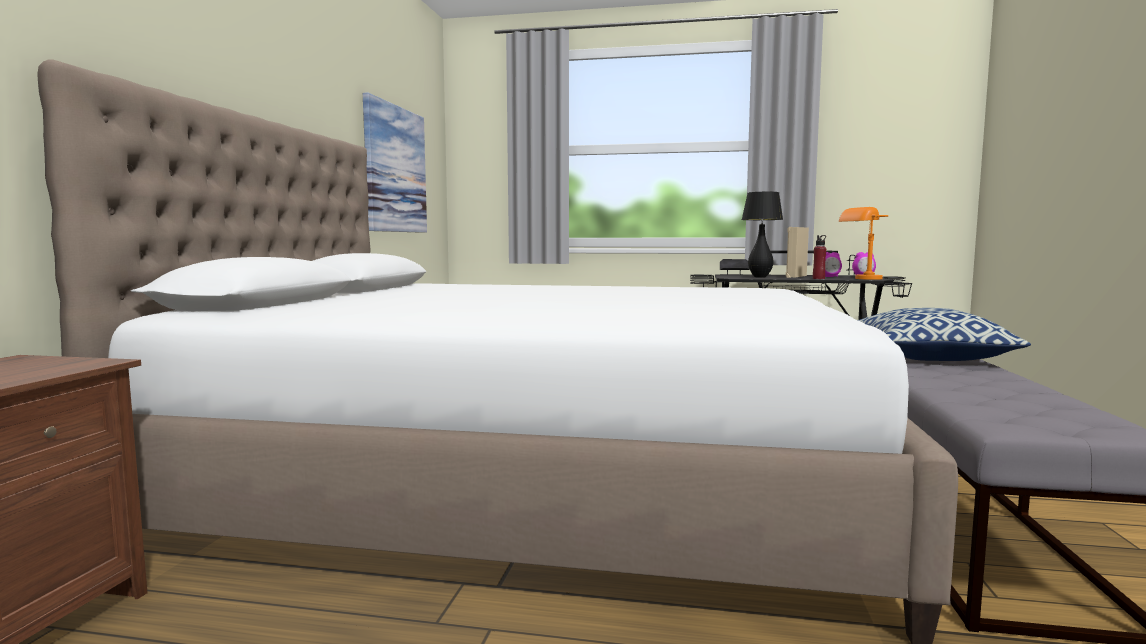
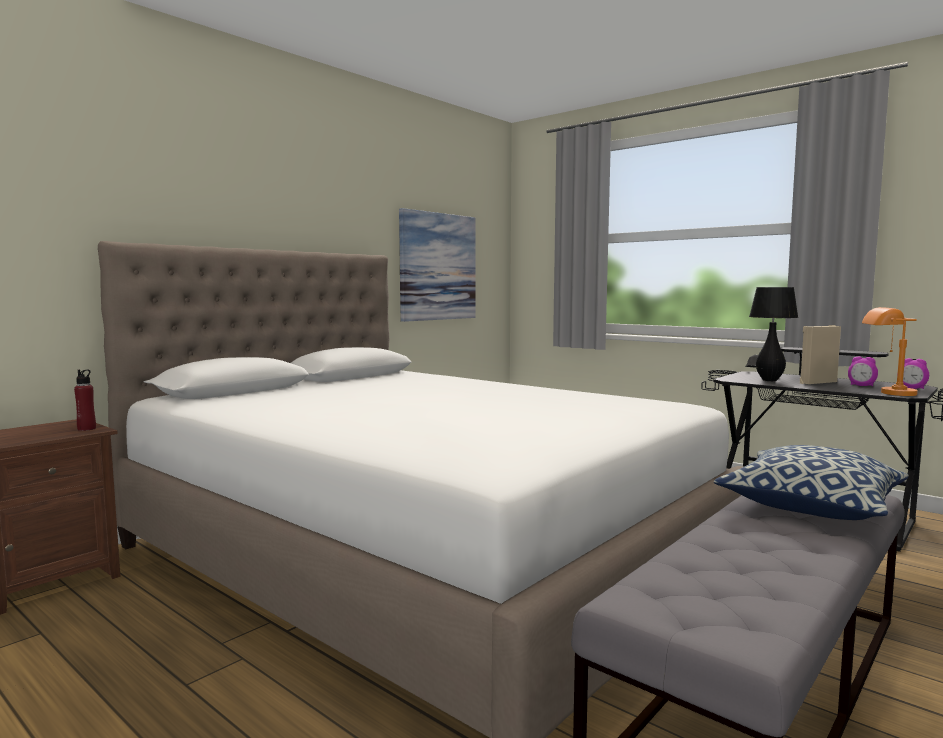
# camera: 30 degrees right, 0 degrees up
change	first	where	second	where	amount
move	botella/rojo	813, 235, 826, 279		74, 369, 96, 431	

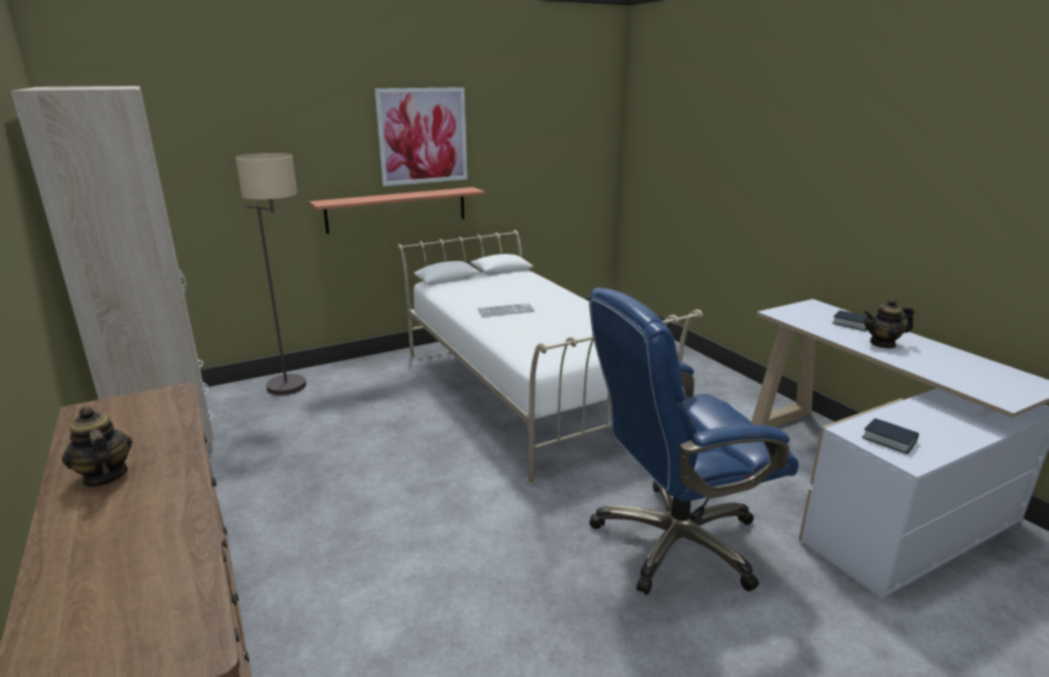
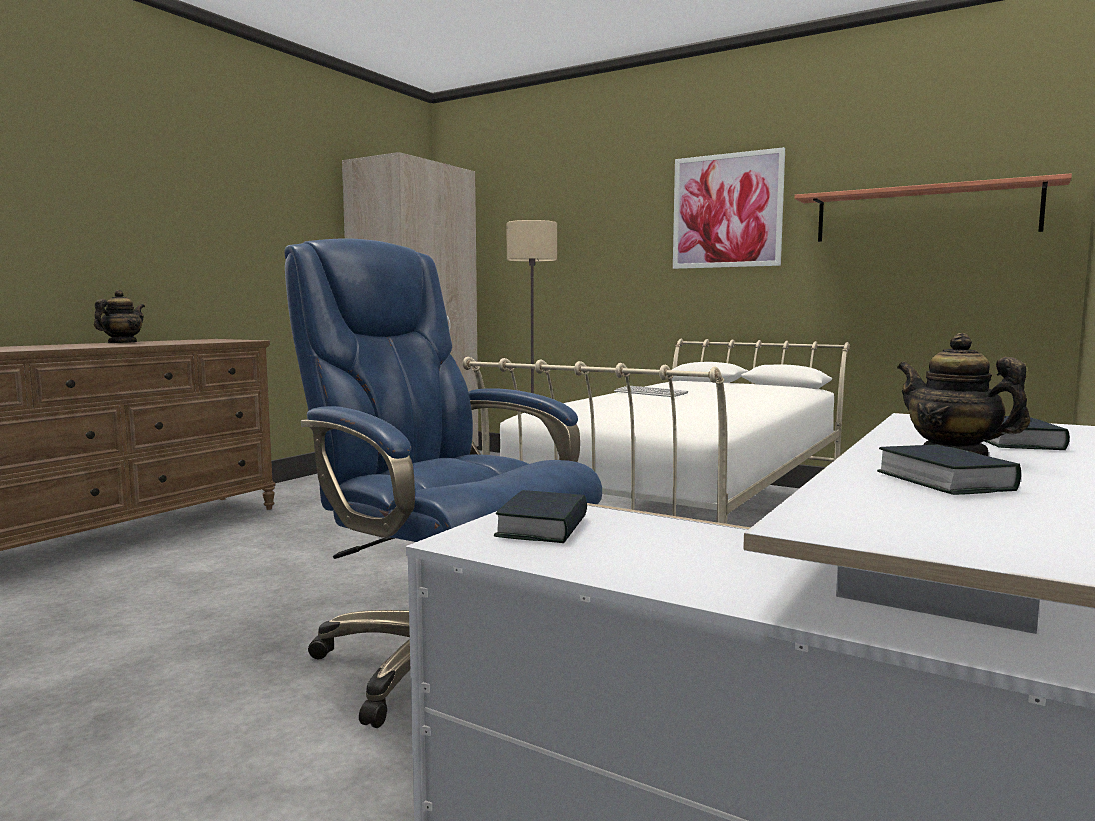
# camera: 60 degrees right, 15 degrees down
change	first	where	second	where	amount
move	estante	309, 187, 485, 234		794, 173, 1072, 242	
insert			libro	877, 445, 1021, 495	

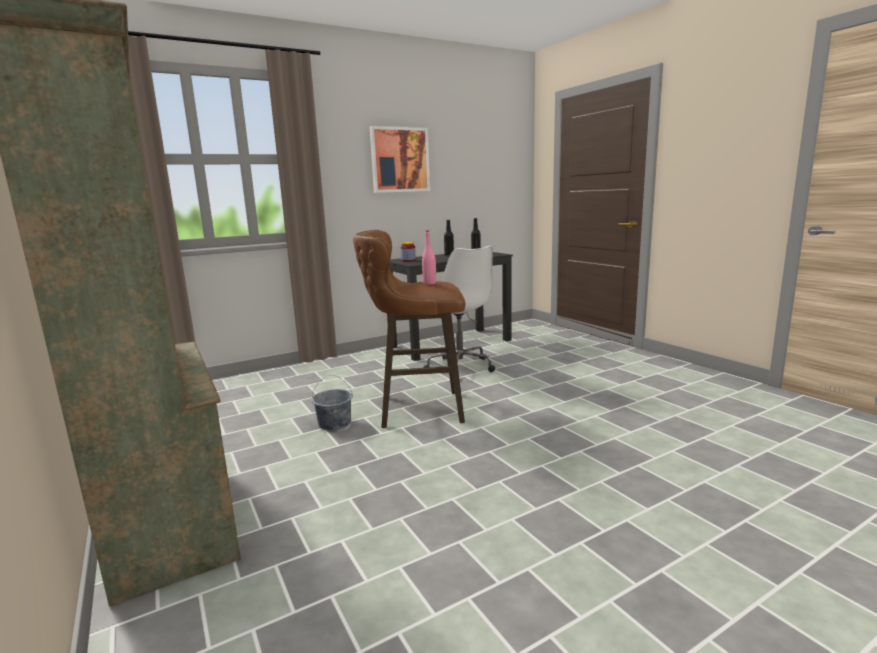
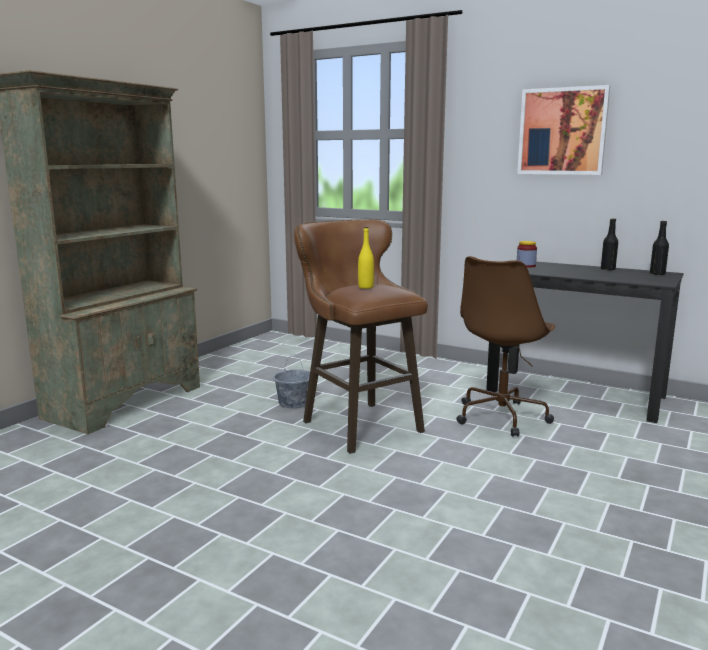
# camera: 60 degrees right, 0 degrees up
change	first	where	second	where	amount
recolor	botella/rosa	422, 230, 436, 285	botella/amarillo	358, 227, 374, 289	
recolor	silla de oficina/blanco	423, 246, 496, 372	silla de oficina/marrón	456, 256, 555, 437	

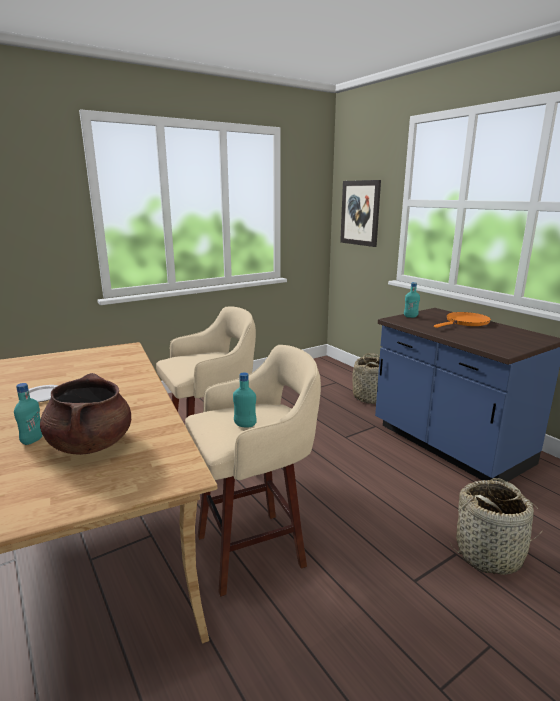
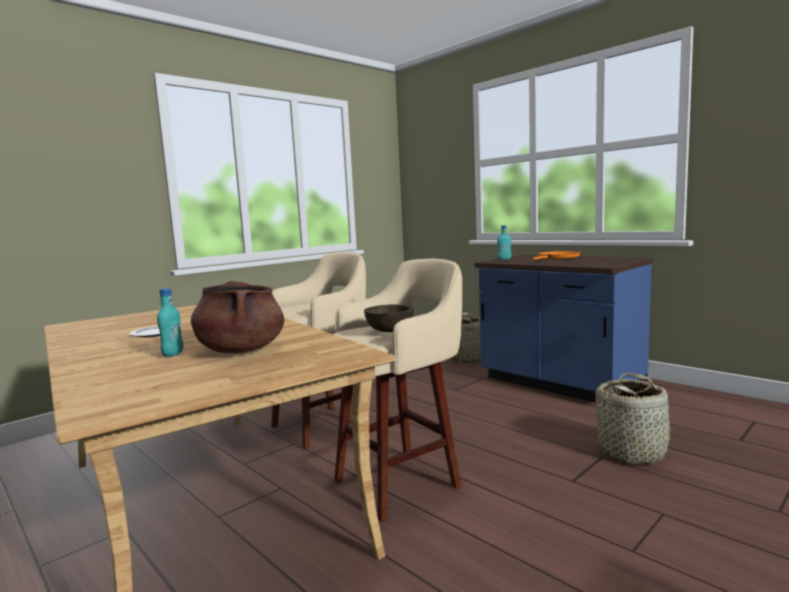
# camera: 10 degrees left, 10 degrees down
change	first	where	second	where	amount
delete	cuadro	340, 180, 381, 247			
replace	botella/turquesa	233, 372, 257, 428	cuenco/marrón	364, 304, 414, 332	

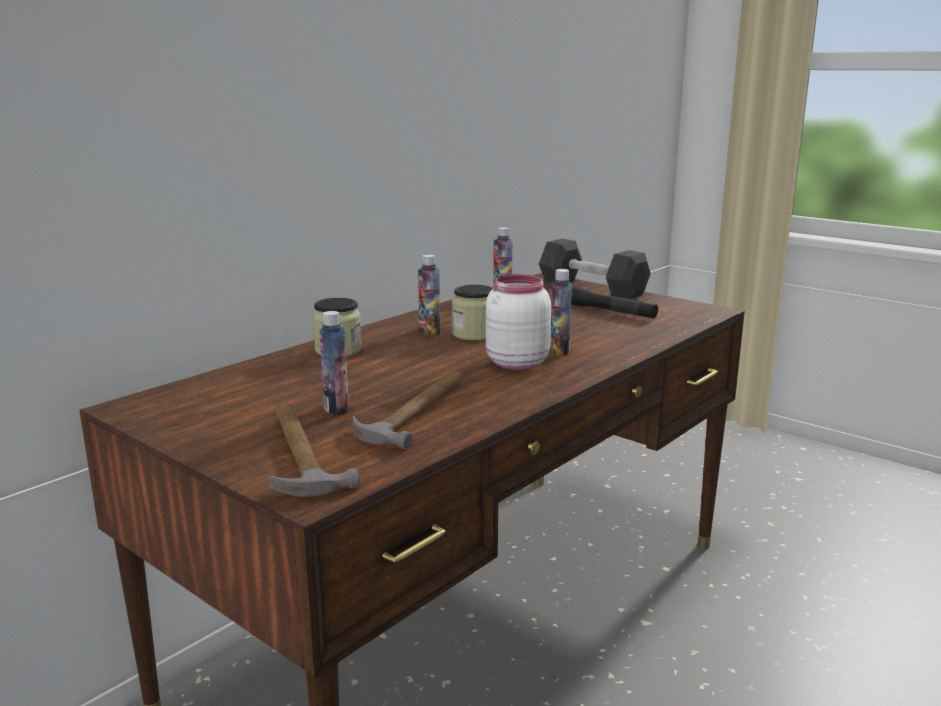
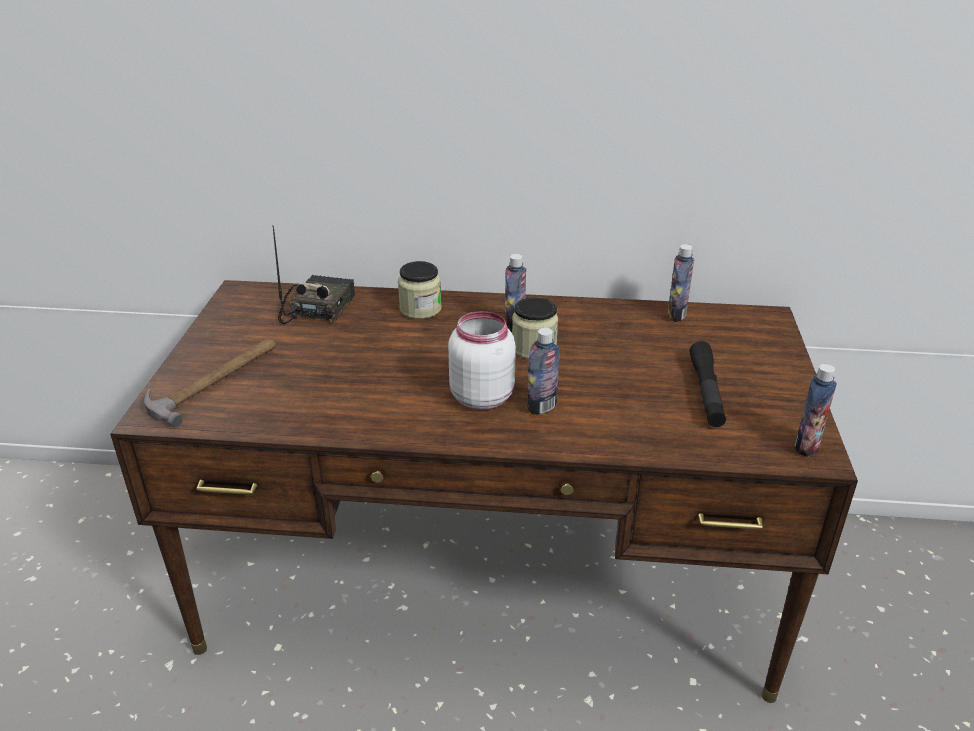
# camera: 55 degrees right, 15 degrees up
change	first	where	second	where	amount
delete	mancuerna/gris	539, 239, 651, 299			
move	botella	319, 311, 349, 415		795, 364, 837, 457	
delete	martillo	353, 370, 464, 449			
insert			radio	273, 225, 355, 324	

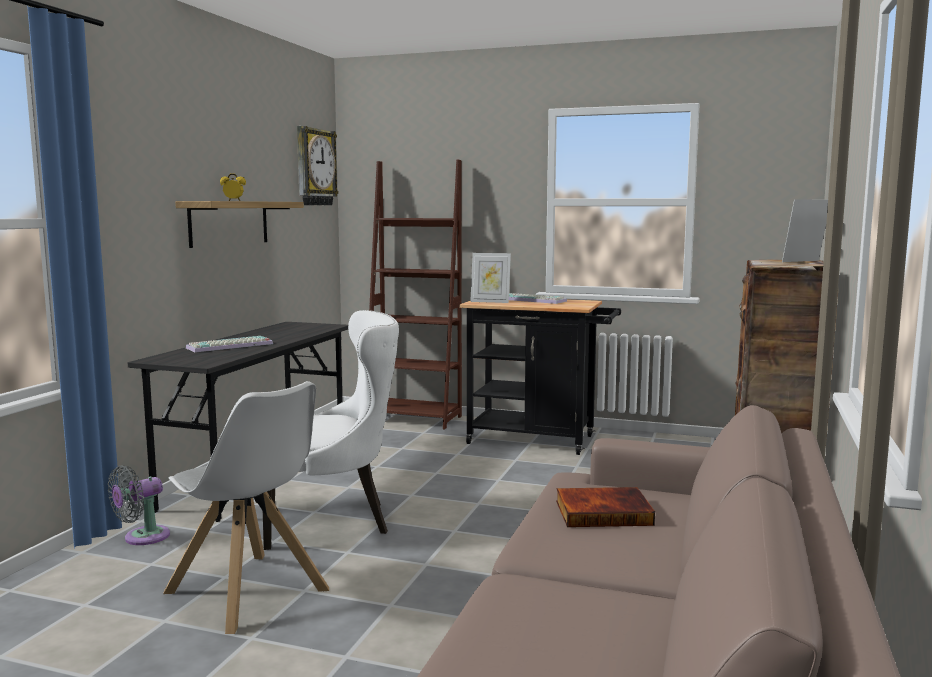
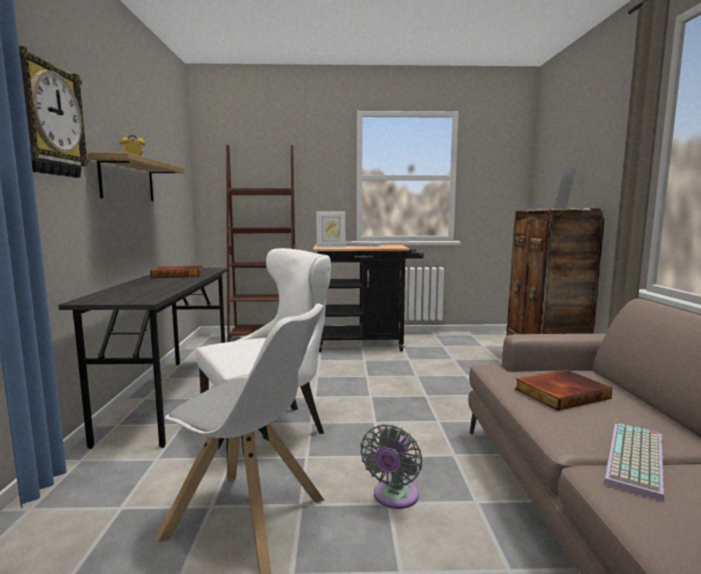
# camera: 20 degrees left, 0 degrees up
change	first	where	second	where	amount
move	reloj de pared	297, 126, 339, 205		19, 46, 89, 178	
move	teclado	186, 336, 273, 353		603, 423, 664, 502	
move	ventilador/gris	108, 466, 170, 545		360, 424, 422, 509	
insert			libro	150, 265, 203, 278	

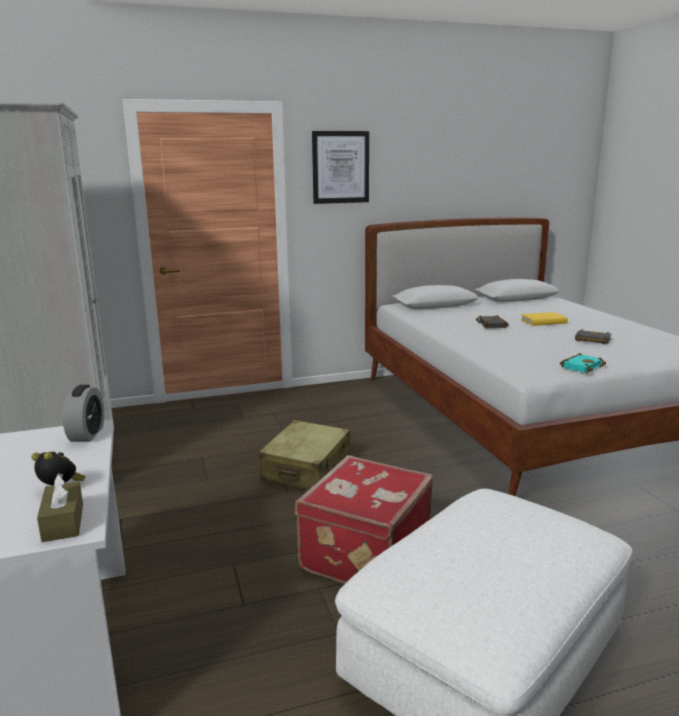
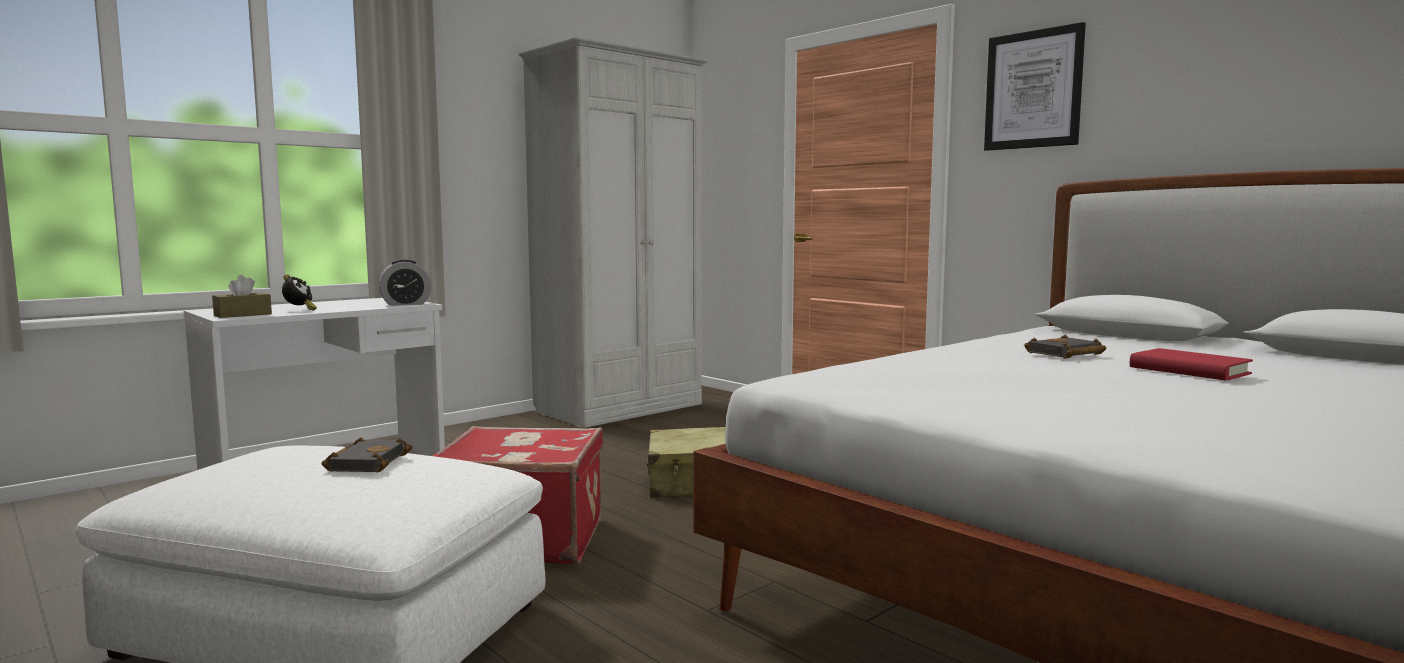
# camera: 65 degrees right, 10 degrees down
change	first	where	second	where	amount
recolor	libro/amarillo	520, 312, 568, 326	libro/rojo	1130, 348, 1253, 380	
move	libro/negro	575, 329, 611, 344		321, 438, 412, 473	
delete	libro/turquesa	560, 353, 606, 373			

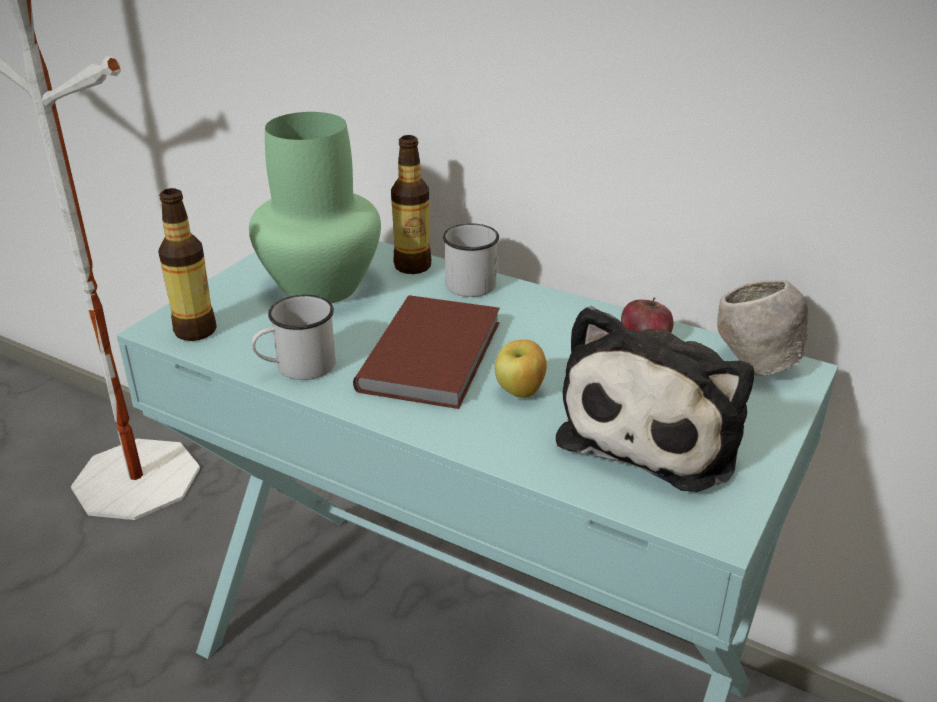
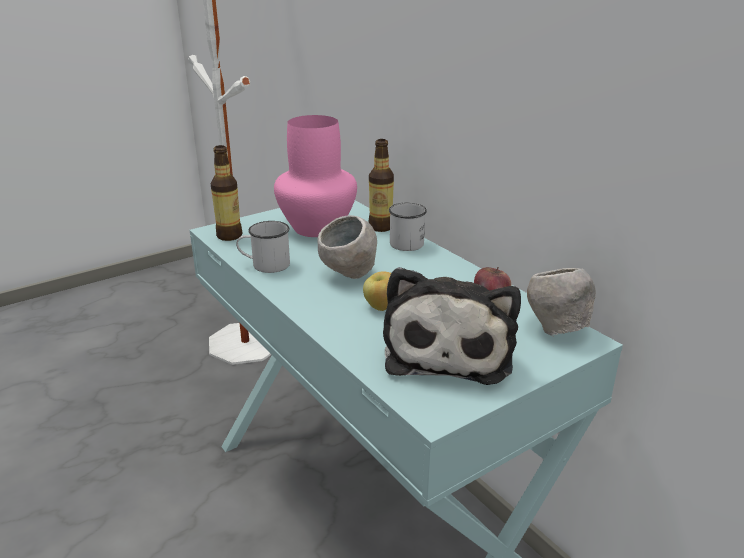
# camera: 25 degrees right, 5 degrees down
change	first	where	second	where	amount
recolor	florero/verde	249, 112, 381, 303	florero/rosa	274, 115, 357, 237	
replace	libro/marrón	353, 295, 500, 409	cuenco/gris	317, 215, 377, 279	
rotate	peluche	556, 306, 754, 492		383, 267, 521, 385	45 degrees counterclockwise

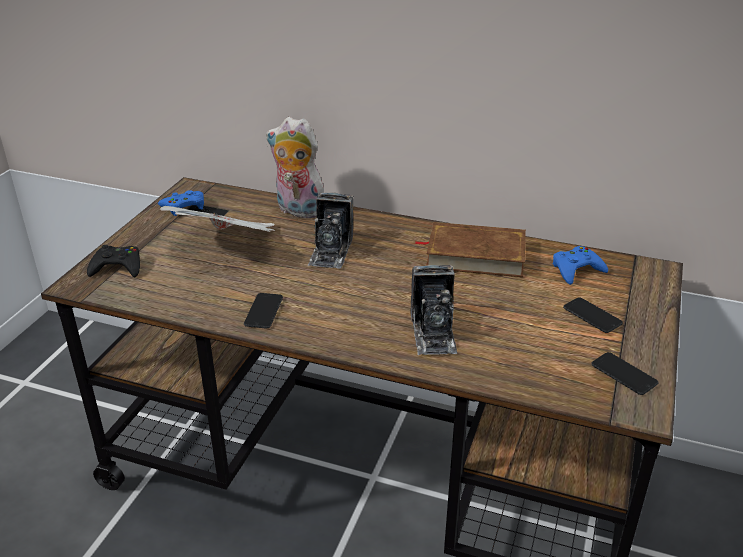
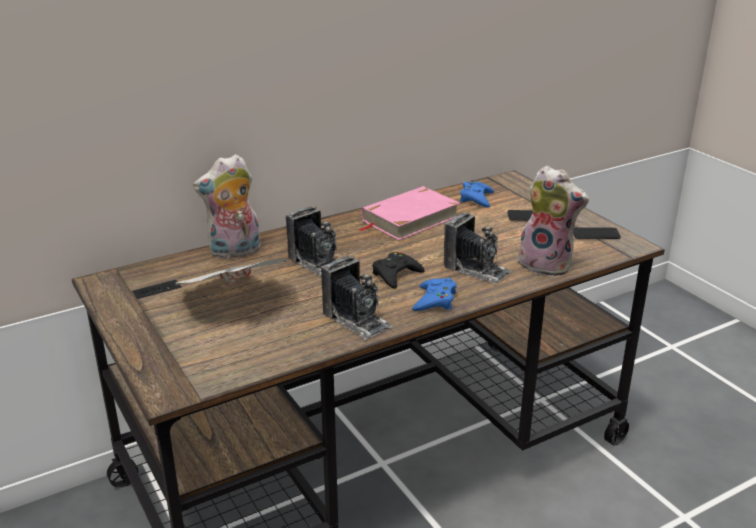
# camera: 50 degrees left, 5 degrees down
change	first	where	second	where	amount
move	mando de consola/azul	158, 190, 204, 216		412, 278, 457, 311	
recolor	libro/marrón	414, 222, 526, 277	libro/rosa	358, 186, 460, 240	
move	mando de consola/negro	87, 245, 140, 278		372, 252, 425, 289	
replace	móvil	244, 293, 283, 328	cámara	321, 255, 392, 340	
insert			peluche	515, 166, 589, 277	

